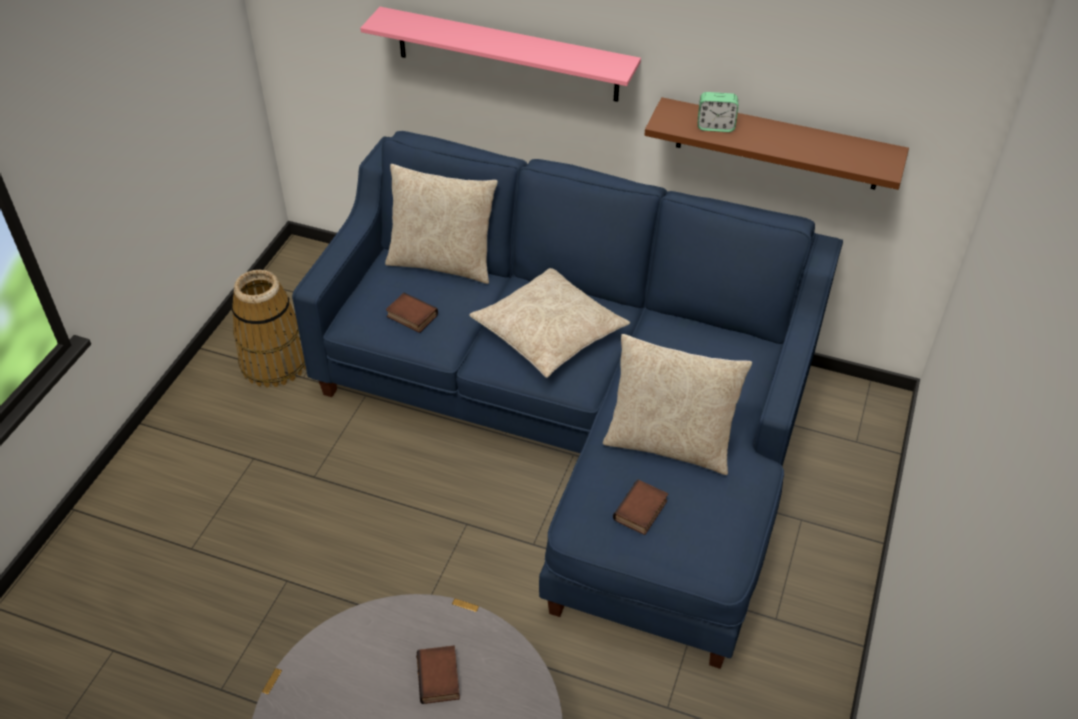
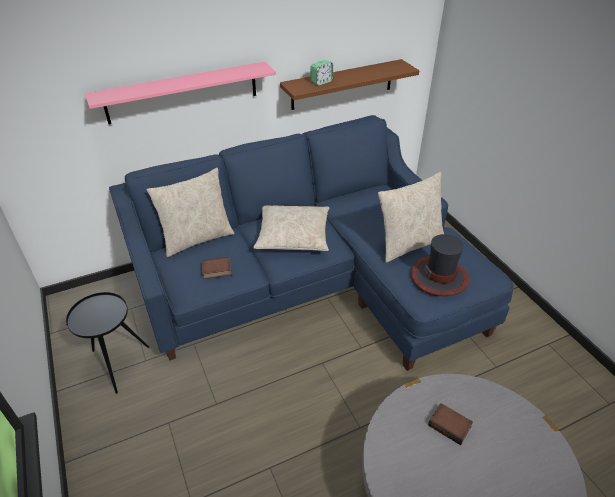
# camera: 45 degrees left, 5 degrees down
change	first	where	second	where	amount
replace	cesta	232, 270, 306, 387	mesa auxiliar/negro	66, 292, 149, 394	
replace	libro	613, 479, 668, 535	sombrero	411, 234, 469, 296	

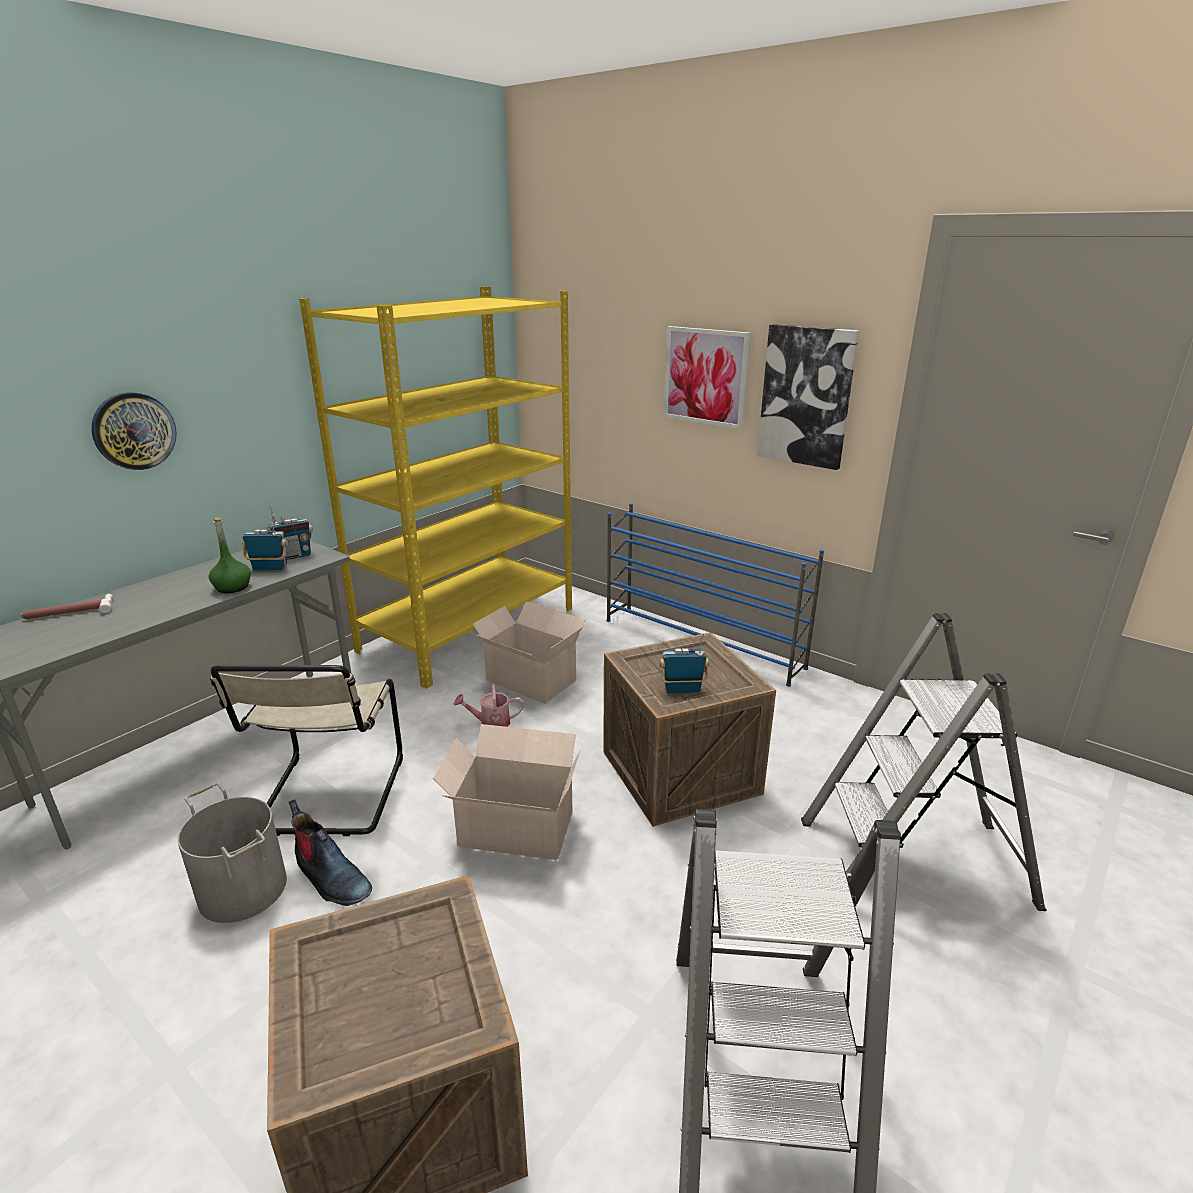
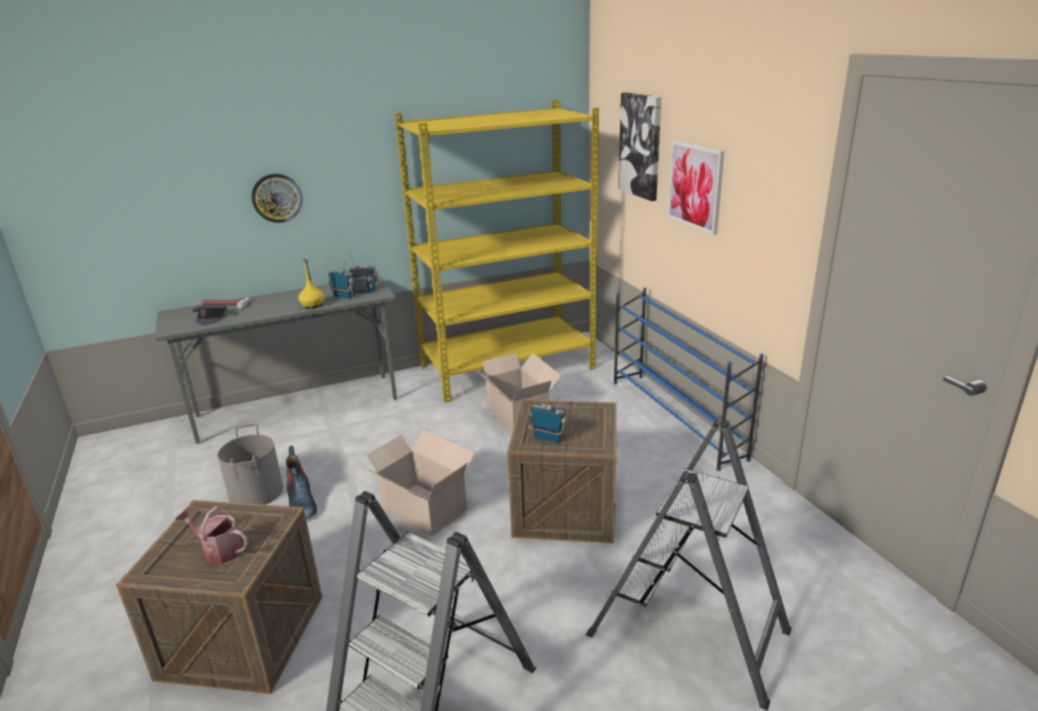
# camera: 30 degrees right, 0 degrees up
change	first	where	second	where	amount
move	cuadro	757, 324, 859, 470		618, 92, 662, 201	
recolor	botella/verde	209, 517, 251, 593	botella/amarillo	298, 258, 325, 309	
delete	silla/beis	210, 665, 403, 836			
move	regadera	454, 683, 524, 727		175, 506, 248, 564	
insert			gorra/gris	192, 305, 227, 324	

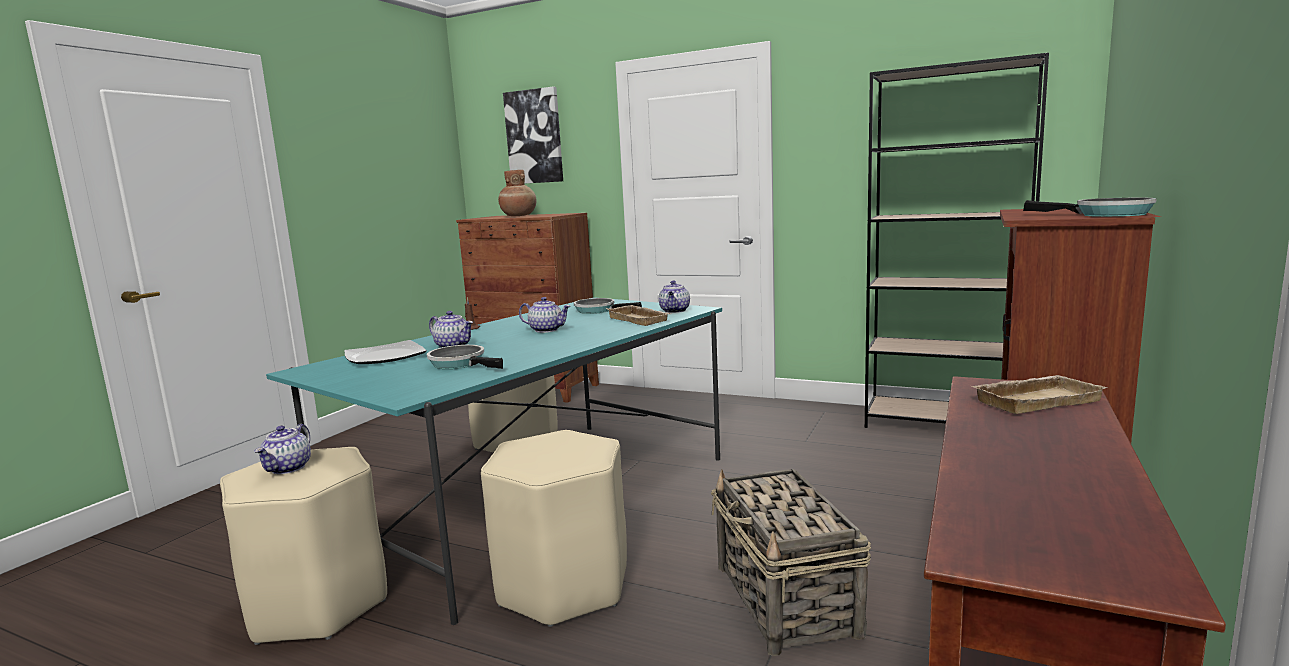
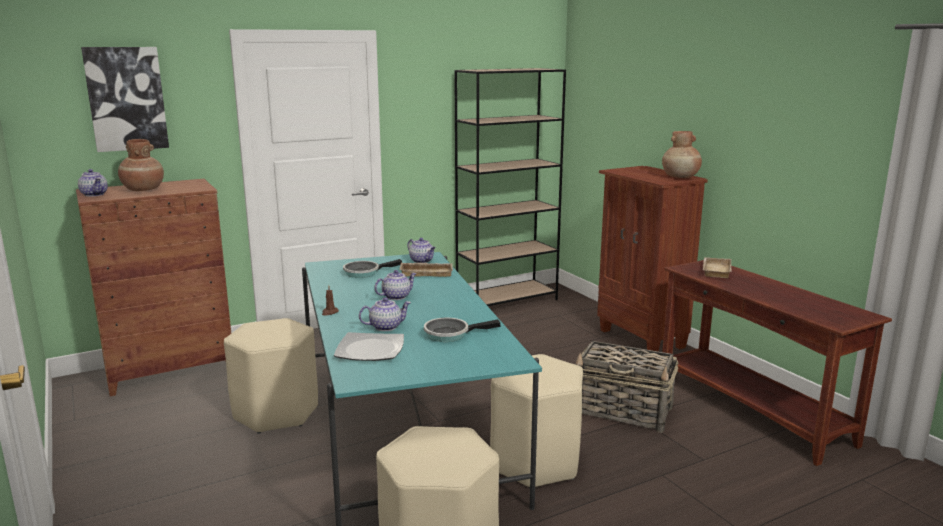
# camera: 55 degrees left, 5 degrees up
change	first	where	second	where	amount
replace	sartén	1023, 198, 1157, 217	florero/marrón	662, 131, 702, 178	
move	tetera	254, 424, 311, 474		78, 169, 108, 196	

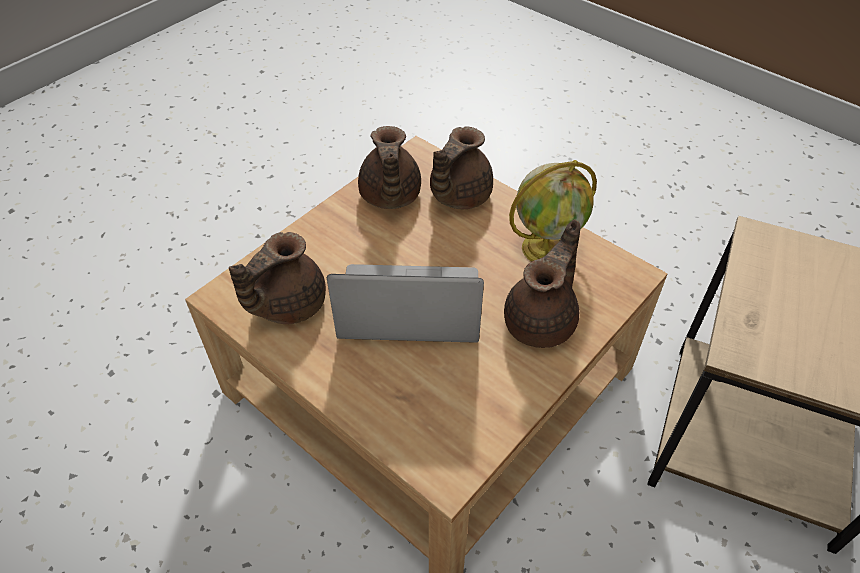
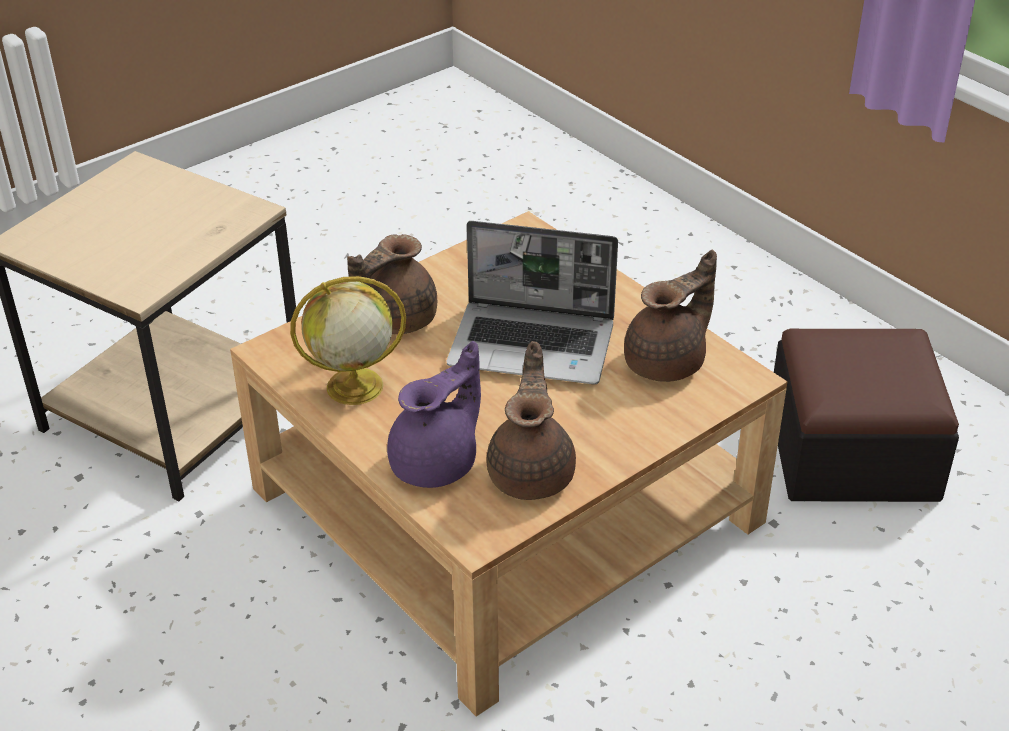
# camera: 170 degrees left, 10 degrees down
change	first	where	second	where	amount
recolor	tetera/marrón	430, 126, 493, 209	tetera/morado	387, 341, 481, 488	
insert			puf	774, 329, 959, 502	

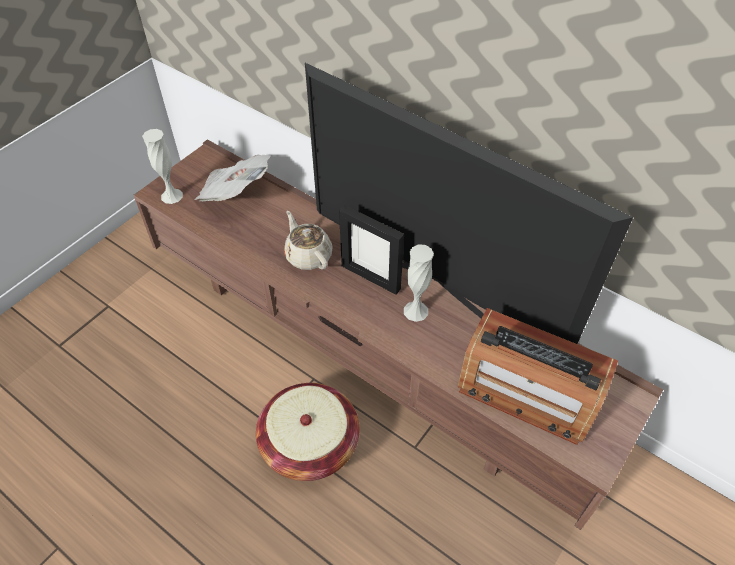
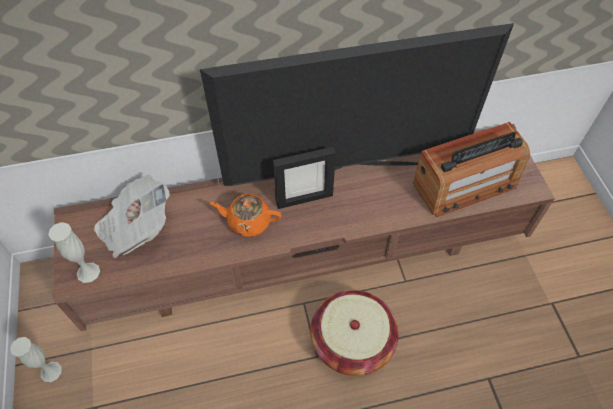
# camera: 50 degrees left, 5 degrees up
change	first	where	second	where	amount
recolor	tetera/beis	284, 211, 332, 270	tetera/naranja	210, 194, 282, 237	
move	florero/blanco	404, 244, 434, 322		10, 337, 62, 382	

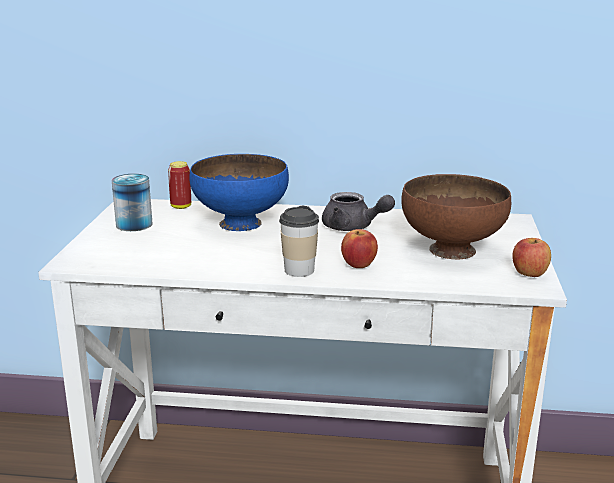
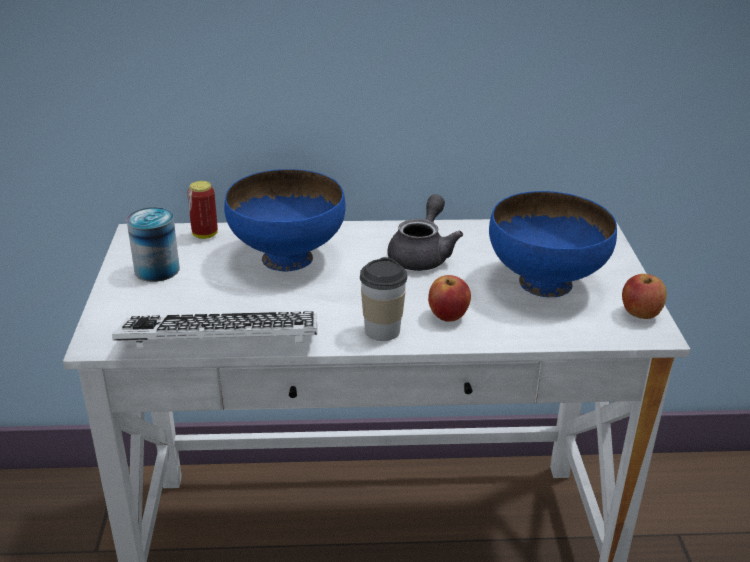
# camera: 10 degrees left, 10 degrees up
change	first	where	second	where	amount
recolor	cuenco/marrón	401, 174, 511, 259	cuenco/azul	489, 191, 617, 297	
rotate	tetera/gris	322, 192, 395, 231		387, 194, 463, 271	90 degrees counterclockwise
insert			teclado	112, 311, 317, 349	

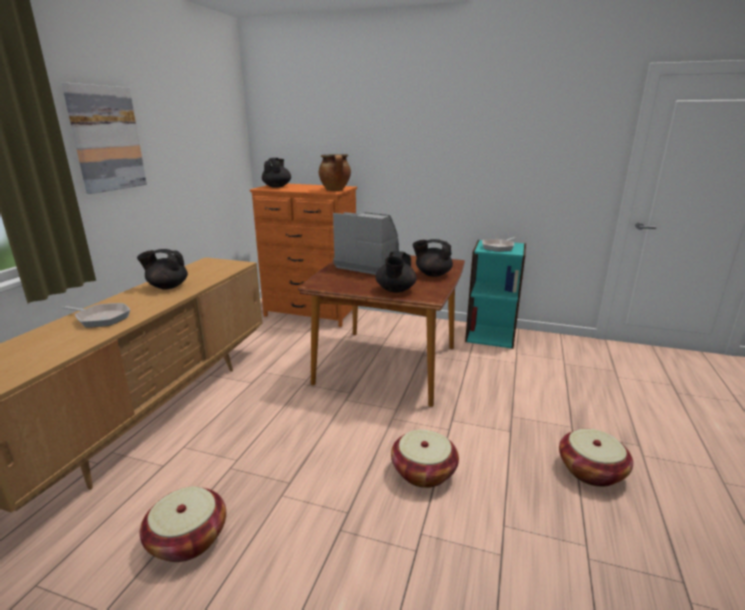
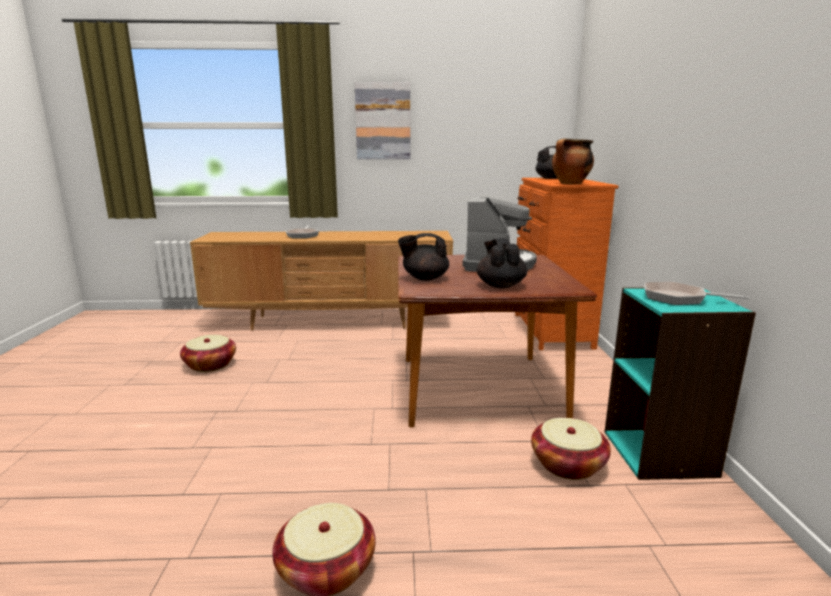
# camera: 70 degrees right, 5 degrees down
change	first	where	second	where	amount
delete	tetera/negro	137, 249, 188, 290			
move	cesta	391, 430, 459, 488		531, 418, 611, 480	

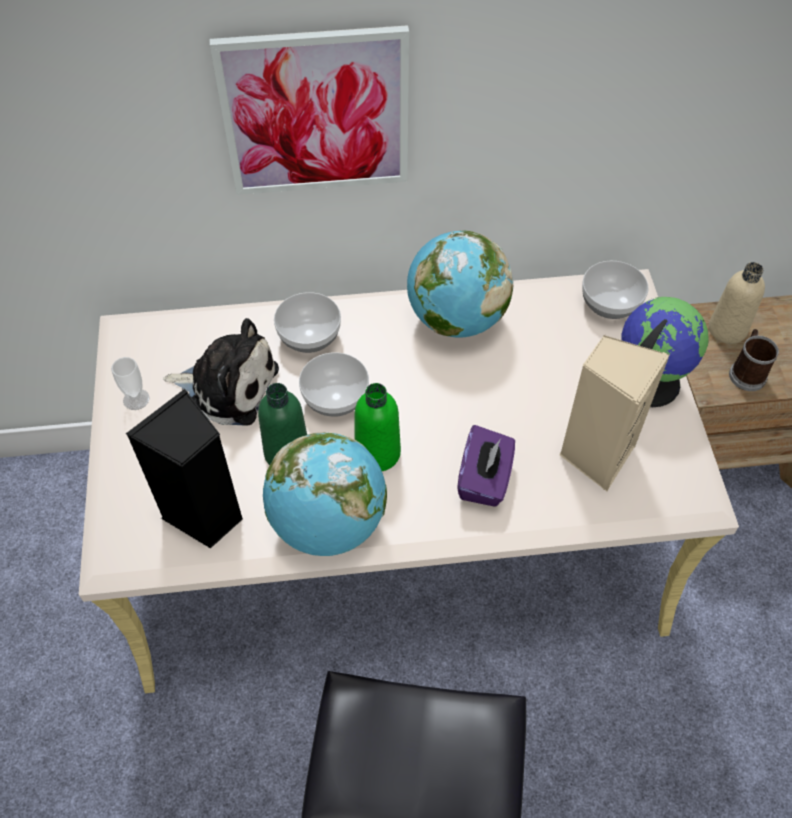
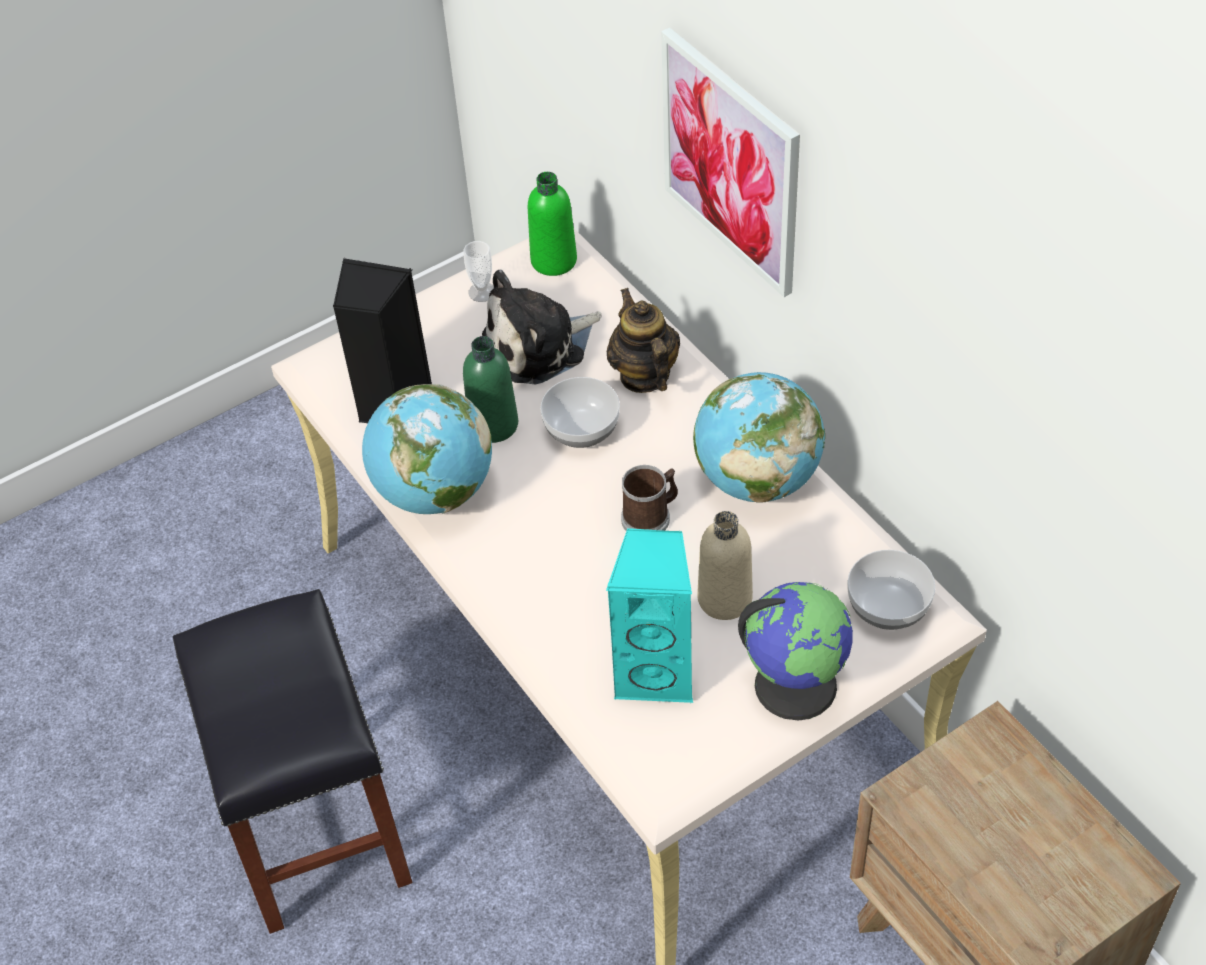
# camera: 65 degrees right, 5 degrees down
change	first	where	second	where	amount
move	botella/beis	709, 262, 765, 344		697, 511, 753, 620	
replace	cuenco	274, 292, 341, 353	tetera	607, 288, 680, 393	
rotate	peluche	163, 318, 279, 426		482, 269, 601, 385	75 degrees clockwise
move	taza grande	729, 329, 779, 391		621, 465, 678, 531	
recolor	altavoz/beis	559, 335, 670, 491	altavoz/turquesa	606, 528, 693, 705	
move	botella/verde	355, 383, 401, 471		528, 172, 577, 276	
delete	caja de pañuelos/morado	457, 425, 515, 507			

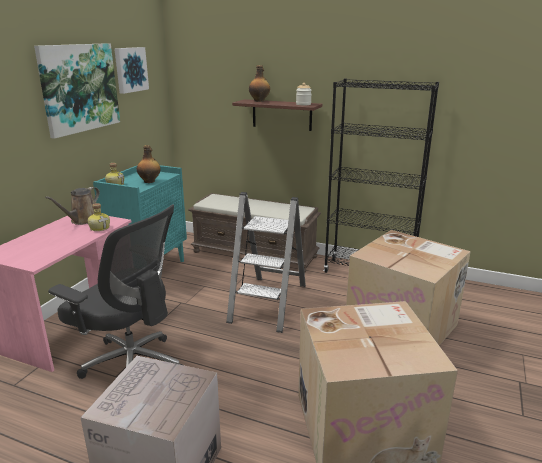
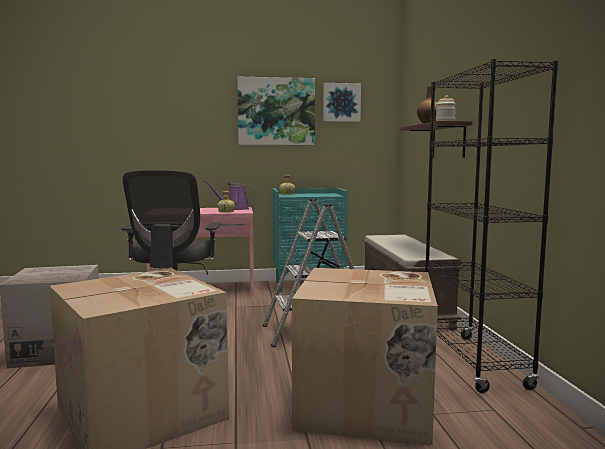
# camera: 60 degrees right, 15 degrees down
change	first	where	second	where	amount
delete	botella	137, 145, 160, 183			
recolor	regadera/marrón	45, 187, 100, 225	regadera/morado	204, 180, 255, 210	

